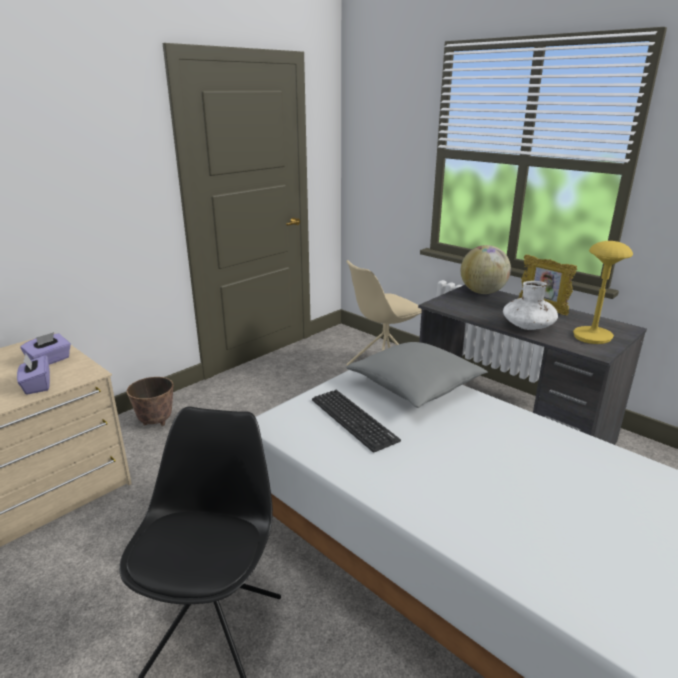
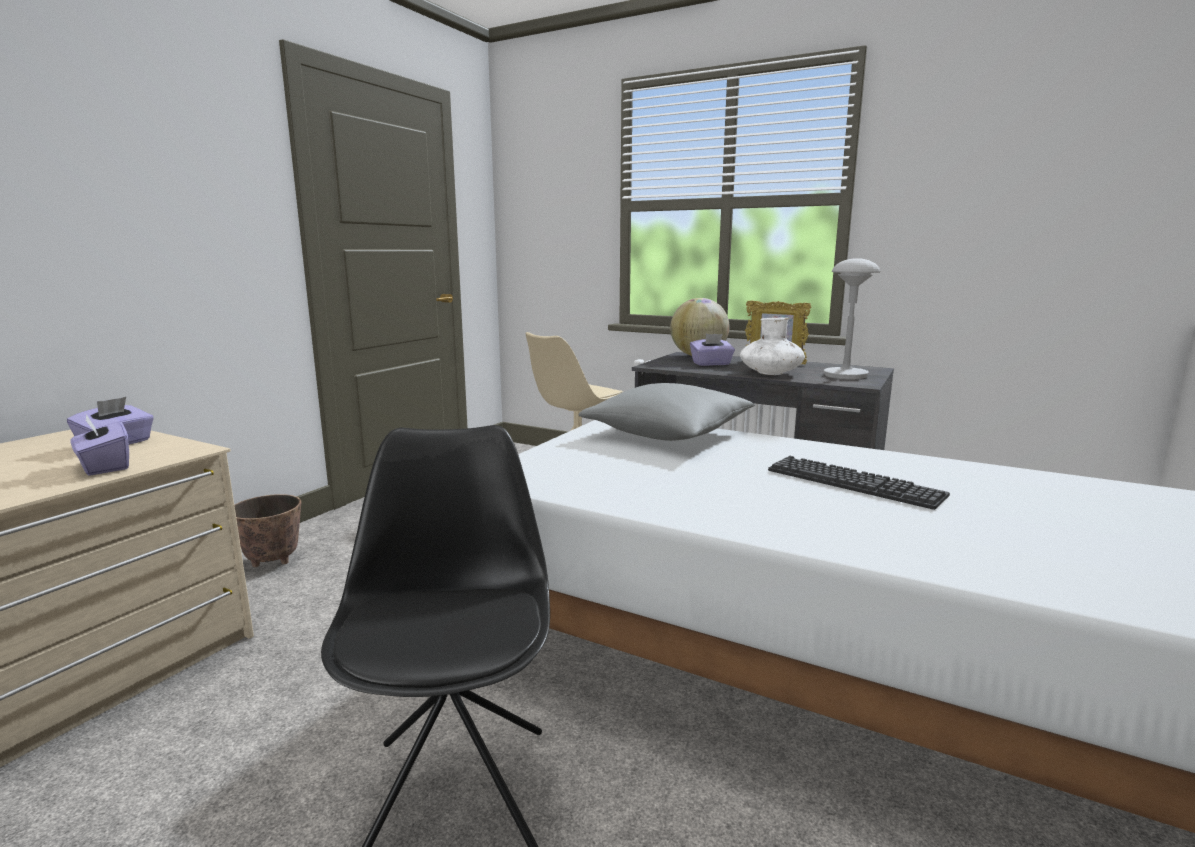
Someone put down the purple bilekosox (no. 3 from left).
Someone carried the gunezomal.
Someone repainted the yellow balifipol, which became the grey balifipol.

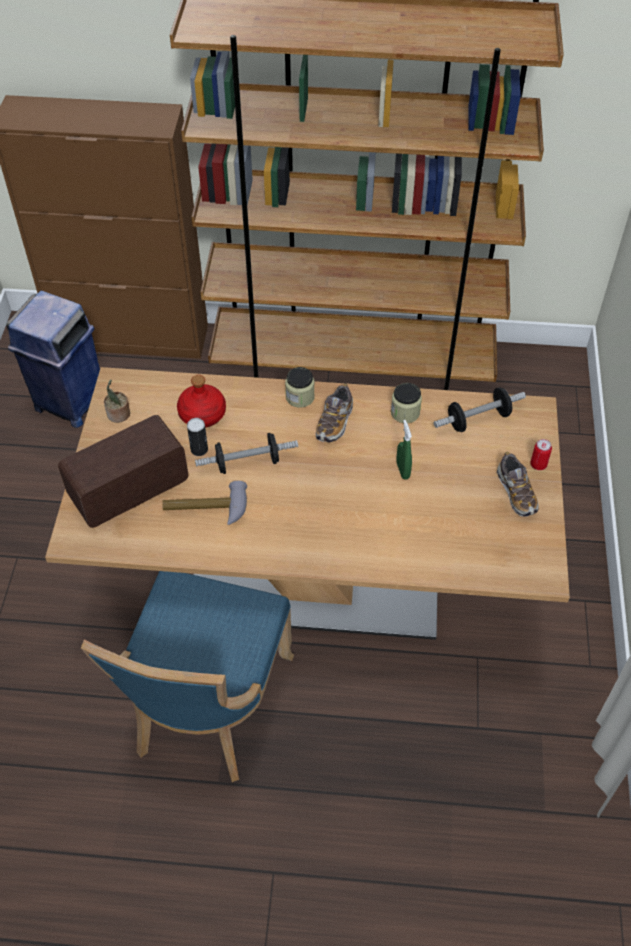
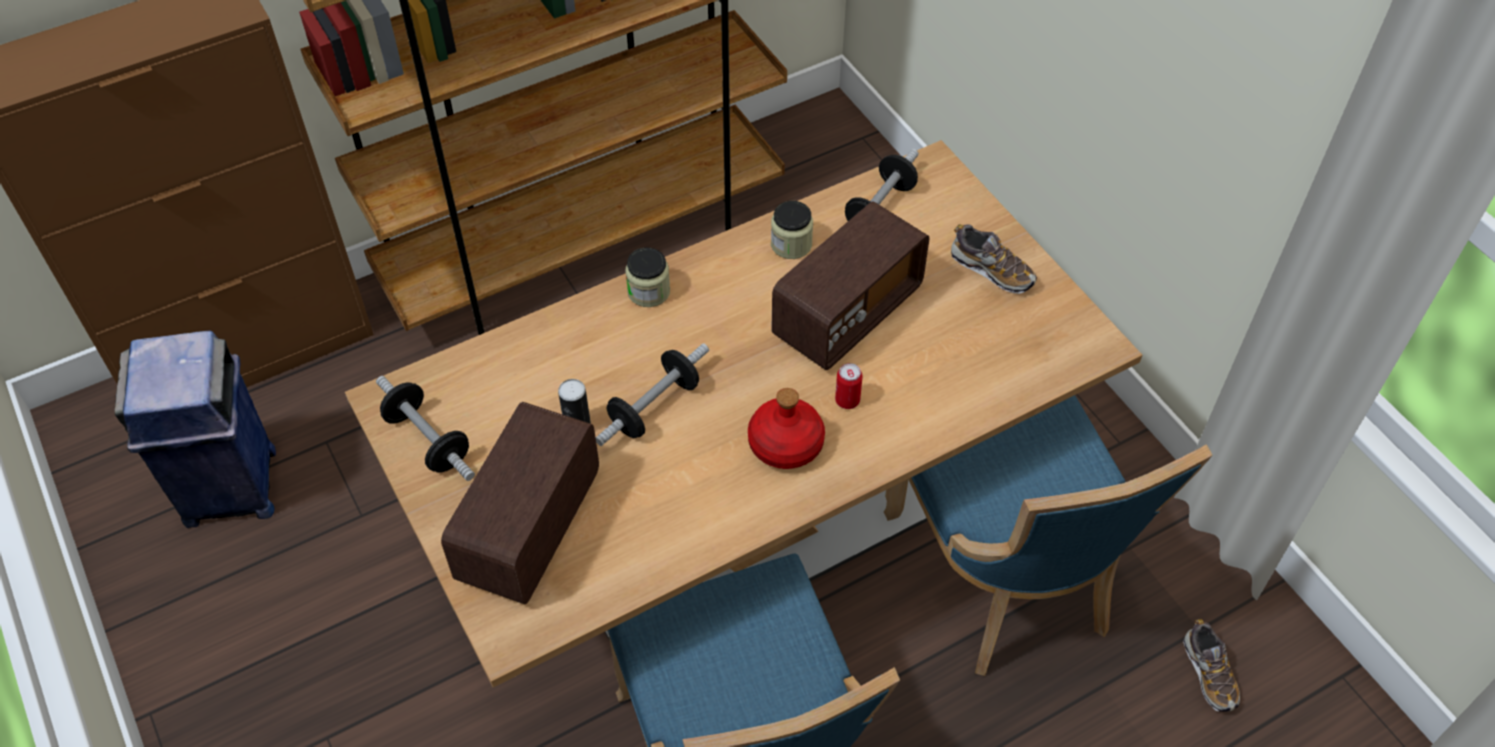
Someone swapped the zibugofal for the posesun (no. 1 from left).
Someone carried the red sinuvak.
Someone swapped the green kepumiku for the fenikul (no. 2 from left).
Someone carried the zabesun (no. 2 from left).
Someone put down the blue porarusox (no. 2 from left).
Someone carried the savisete (no. 1 from left in the first image).
Someone took away the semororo.

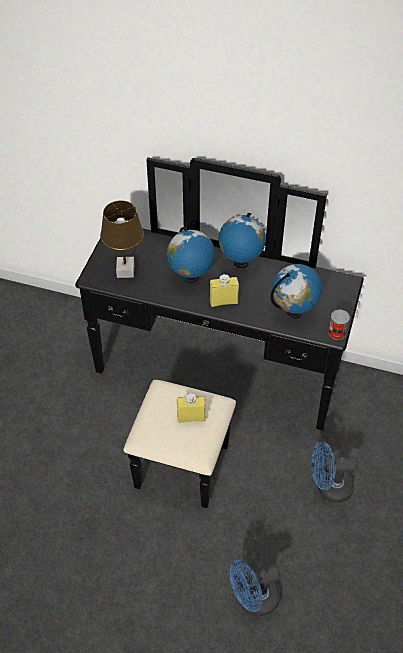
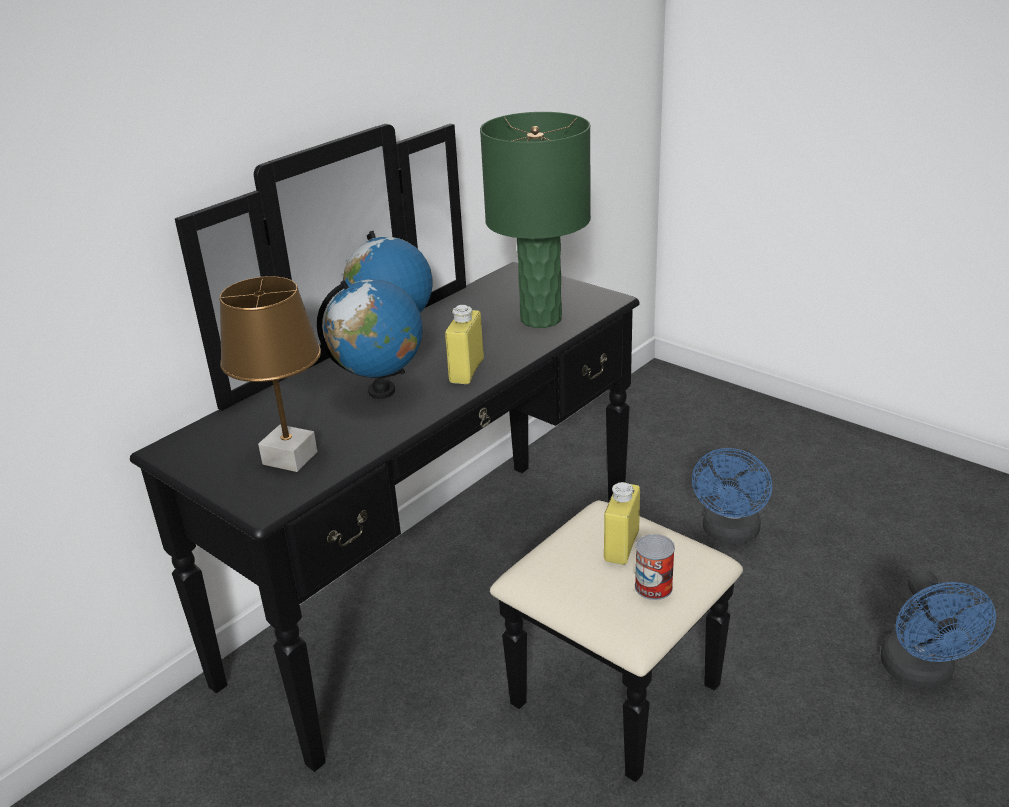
Someone swapped the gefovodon (no. 3 from left) for the green balifipol.
Someone carried the zabesun.

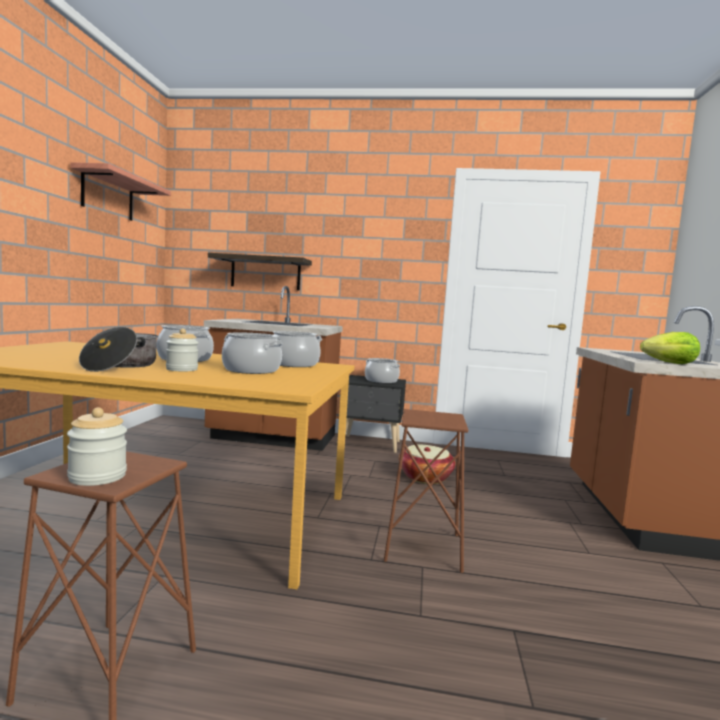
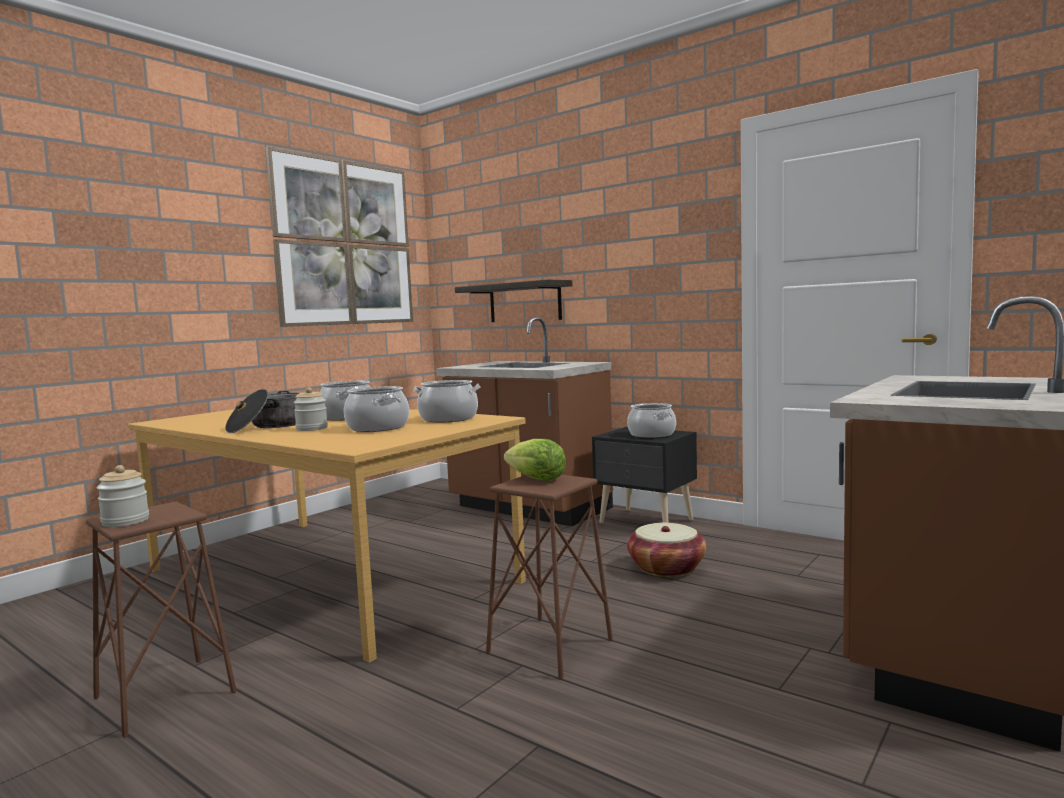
Someone swapped the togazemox (no. 1 from left) for the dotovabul.
Someone carried the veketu.

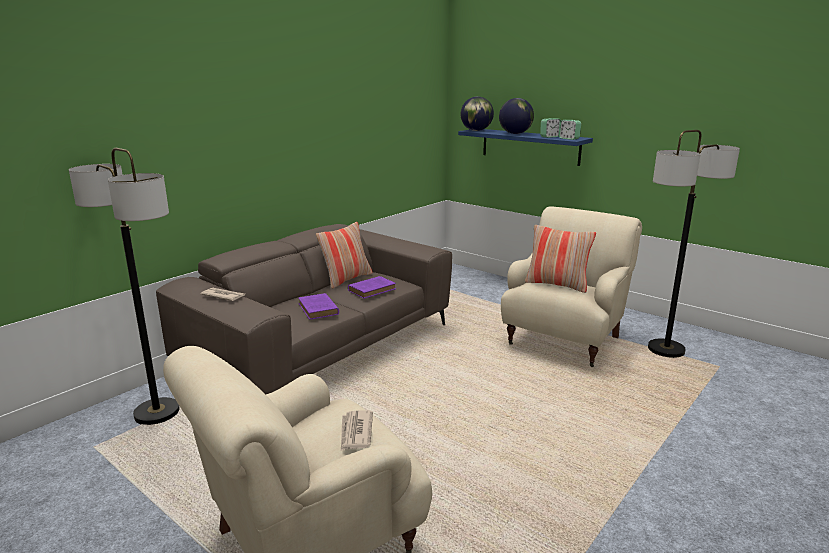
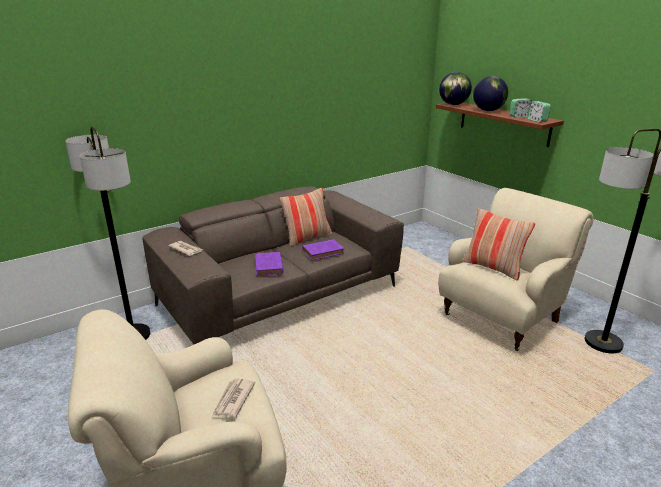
Someone repainted the blue togazemox, which became the brown togazemox.

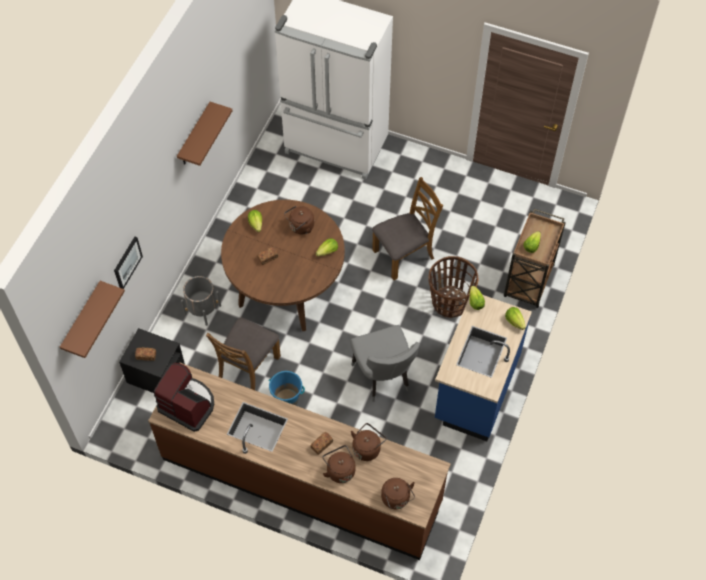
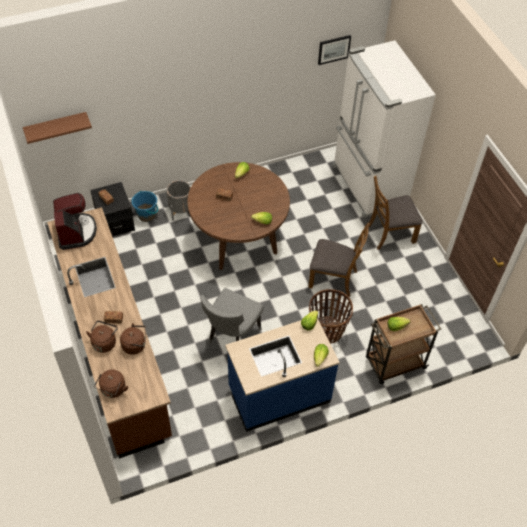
Someone carried the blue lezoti.
Someone carried the dotovabul.
Someone carried the brown porarusox (no. 1 from left in the first image).
Someone took away the brown togazemox (no. 2 from left).
Someone took away the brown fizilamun (no. 1 from left).

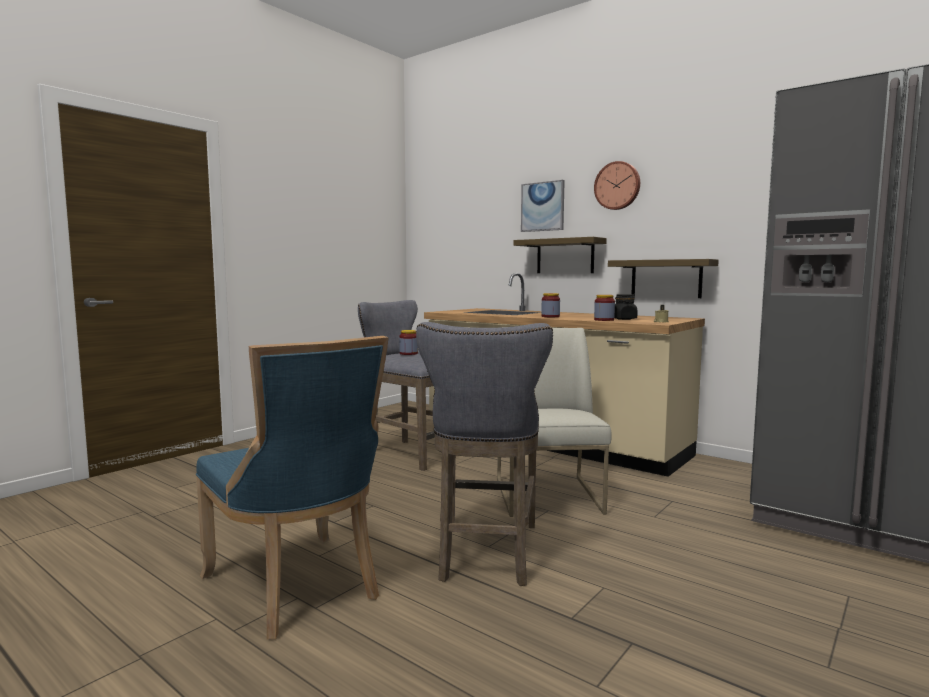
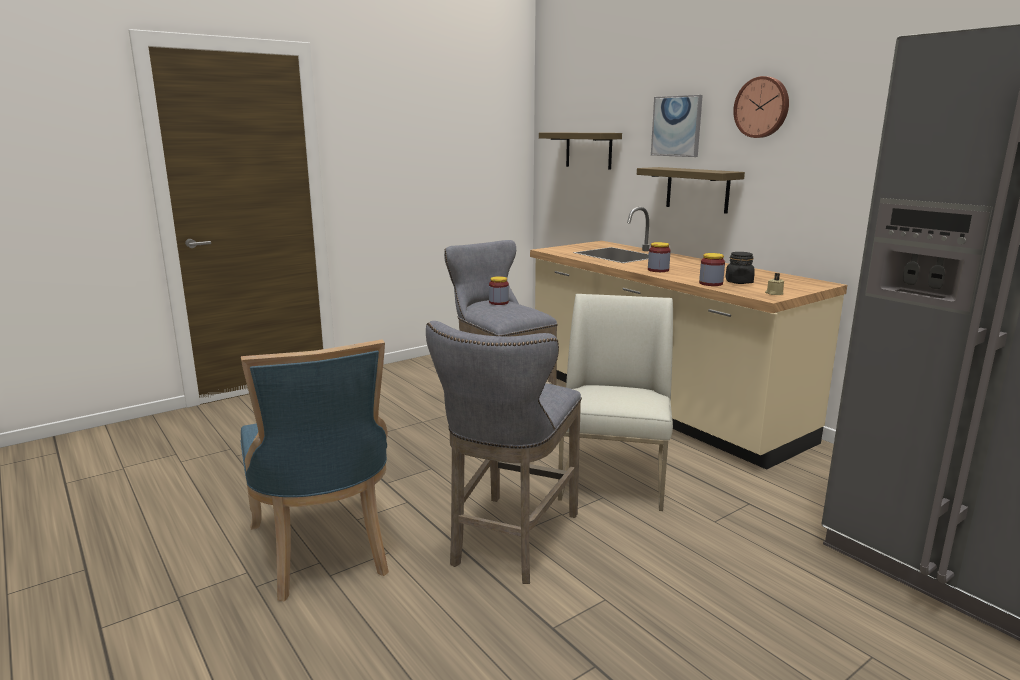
Someone carried the togazemox (no. 2 from left in the first image).

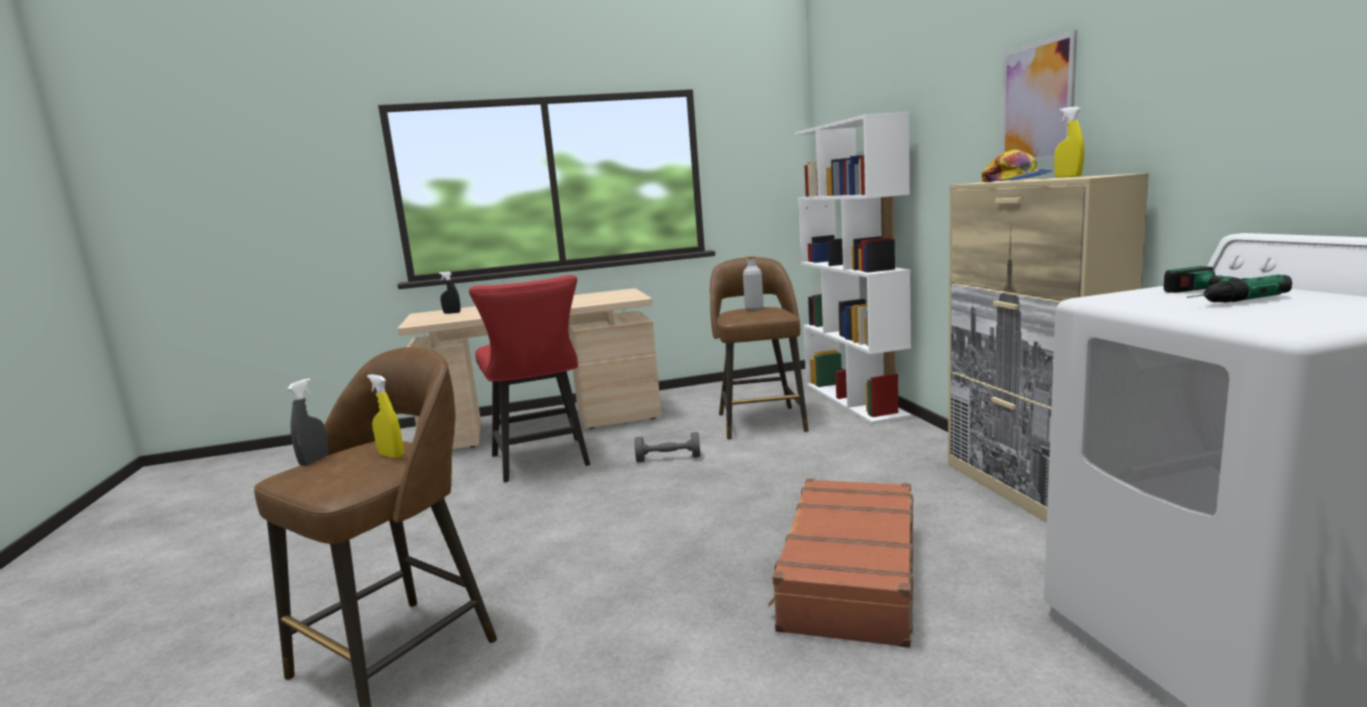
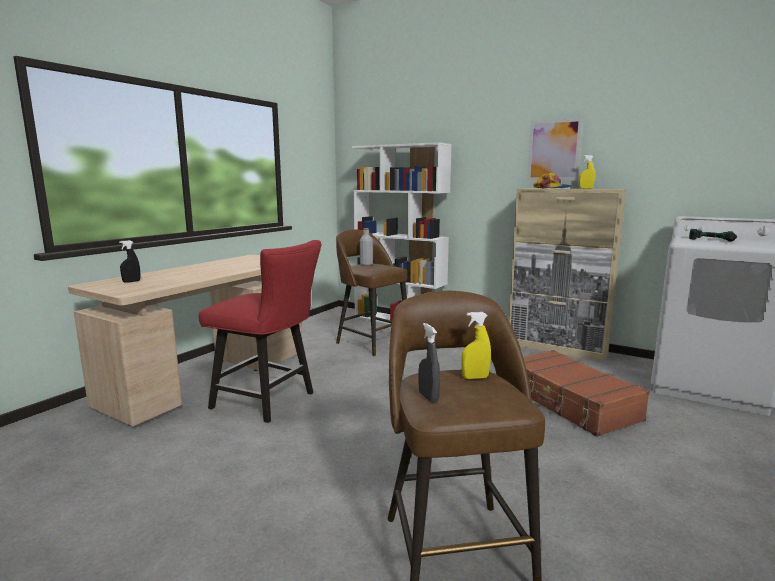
Someone took away the grey posesun.

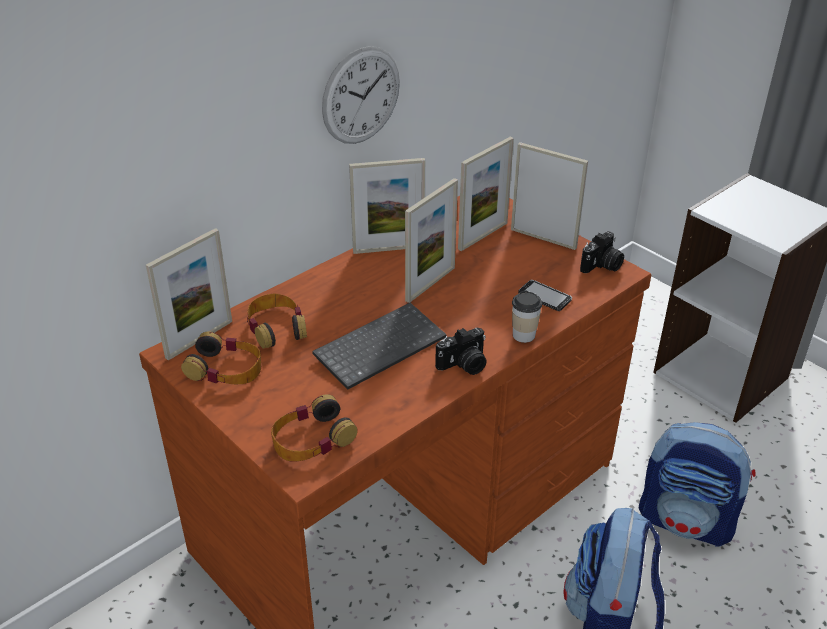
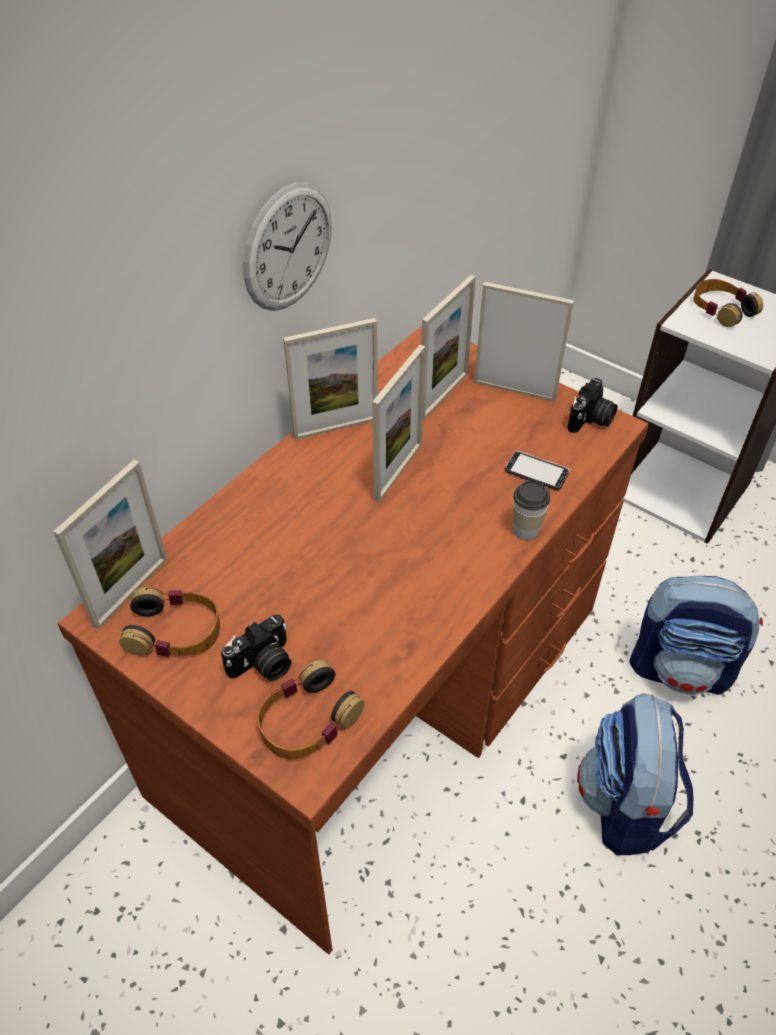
Someone carried the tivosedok (no. 1 from left).
Someone carried the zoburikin (no. 2 from left in the first image).
Someone took away the gunezomal.

